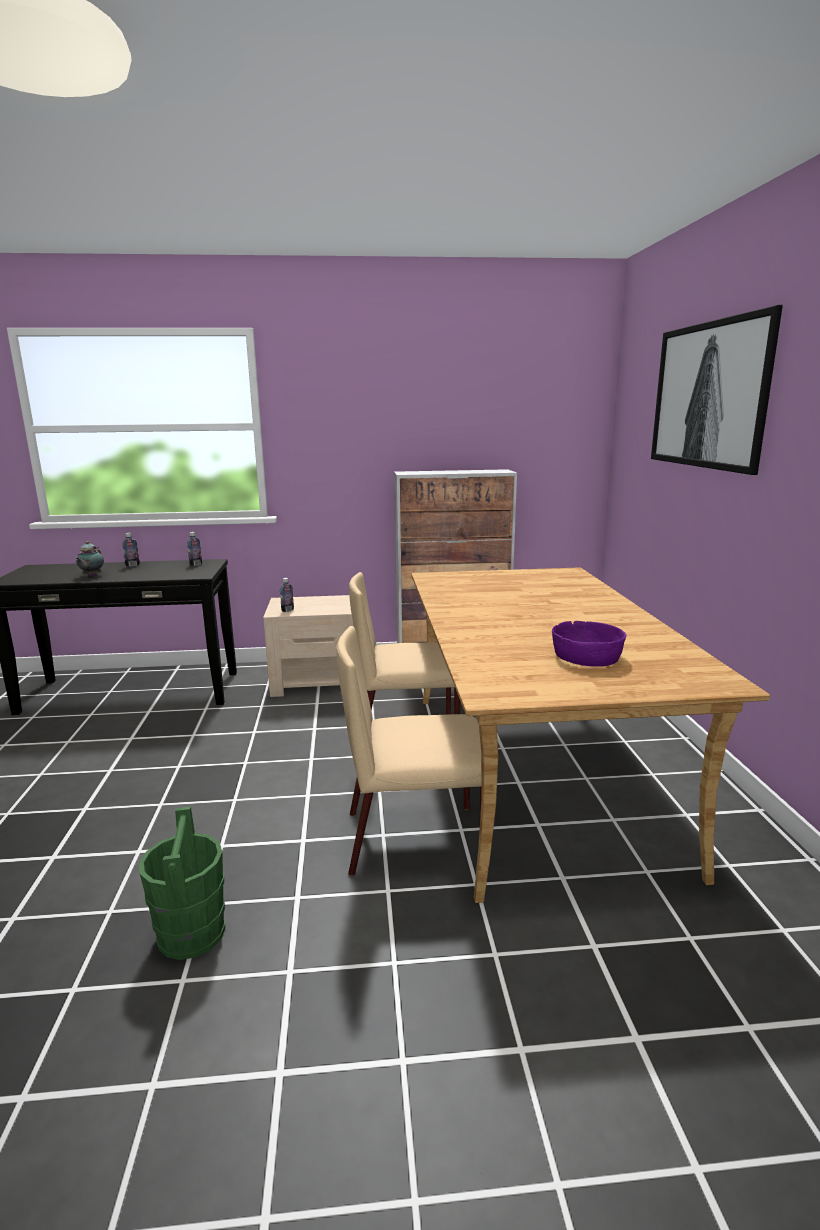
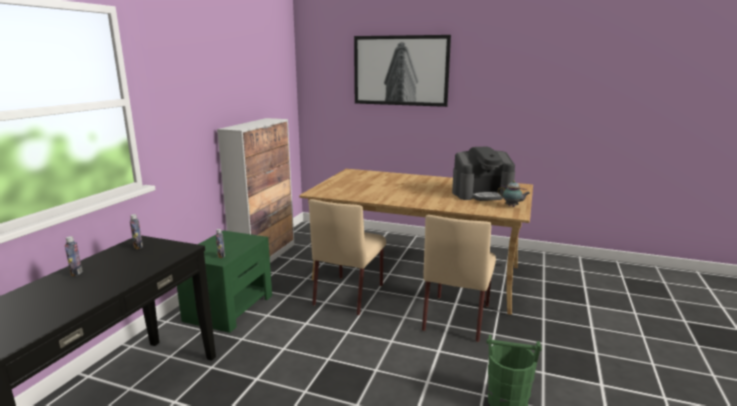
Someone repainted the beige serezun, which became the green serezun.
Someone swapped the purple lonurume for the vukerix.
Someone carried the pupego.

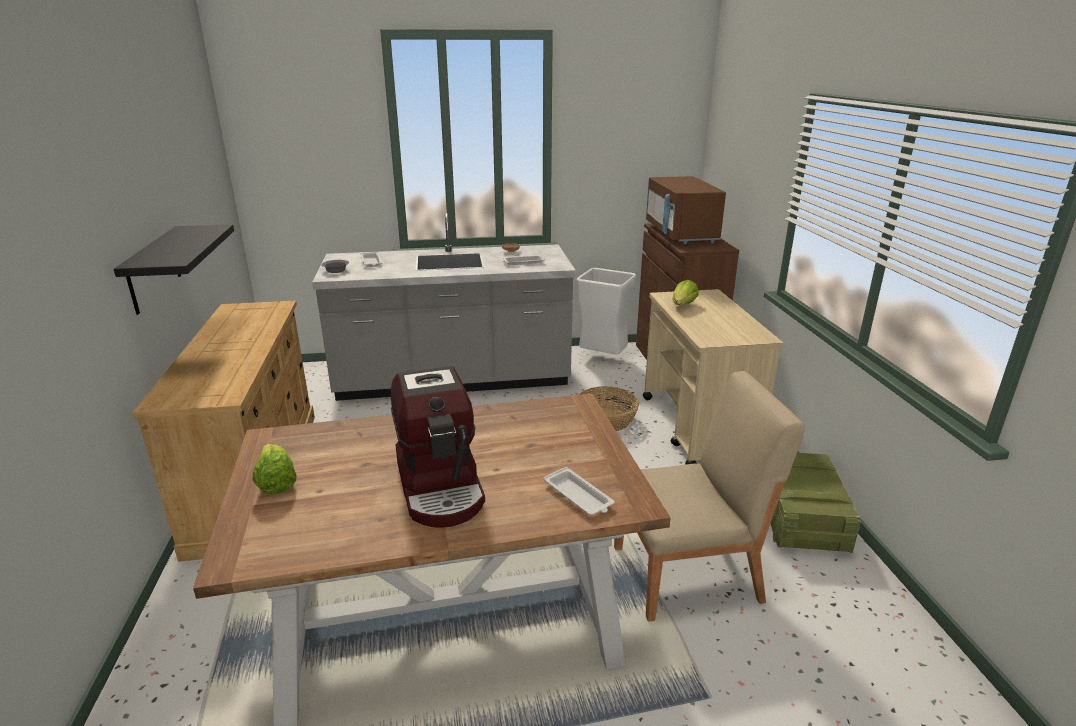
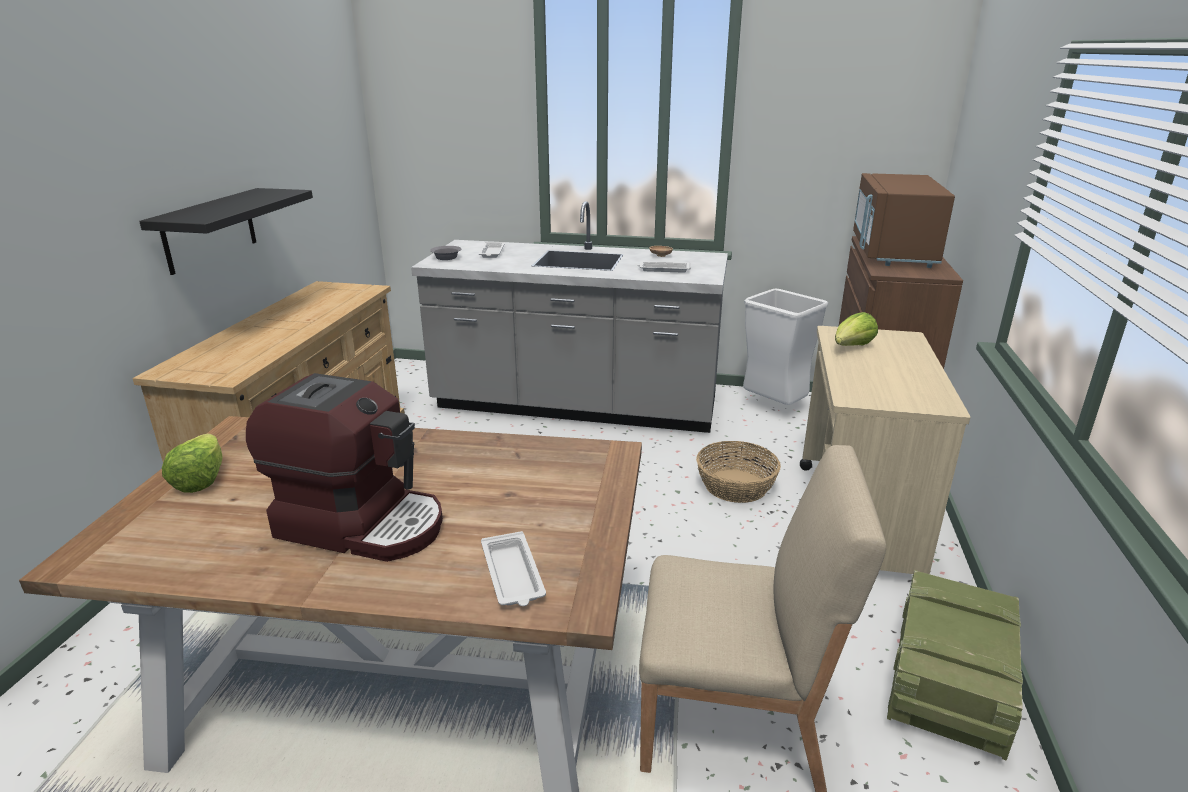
Someone rotated the vukerix by 75 degrees counterclockwise.

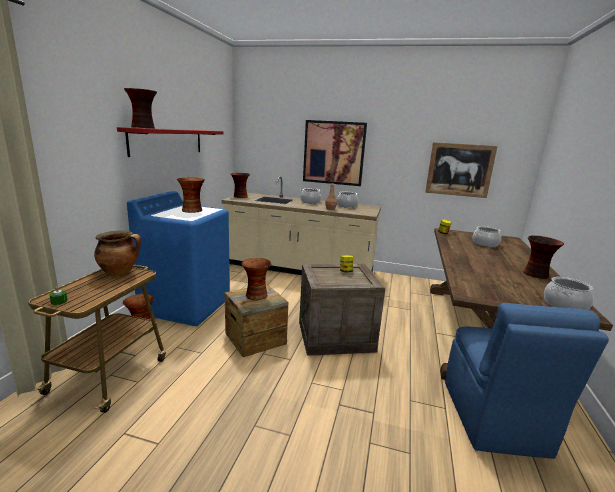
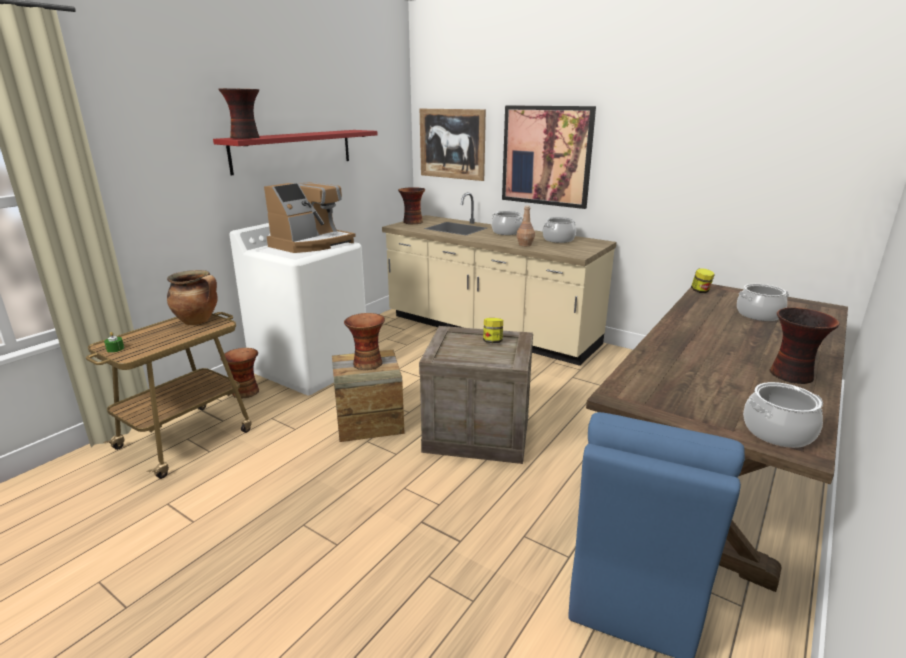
Someone repainted the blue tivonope, which became the white tivonope.
Someone swapped the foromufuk (no. 3 from left) for the vukerix.
Someone carried the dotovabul (no. 2 from left in the first image).

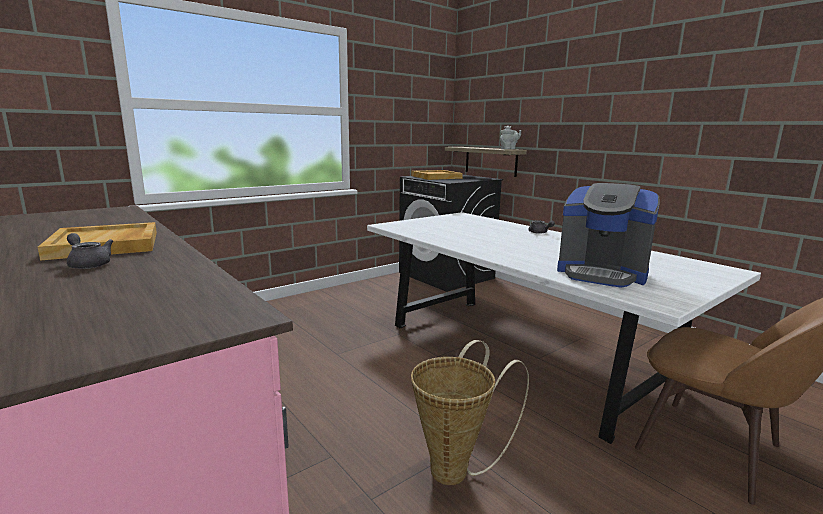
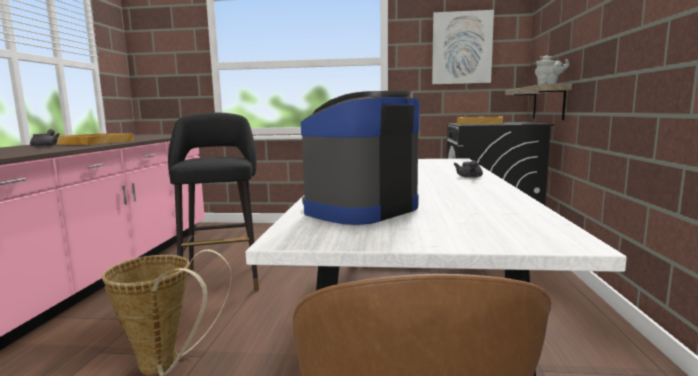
Someone put down the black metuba.
Someone rotated the vukerix by 60 degrees clockwise.
Someone put up the dotovabul.

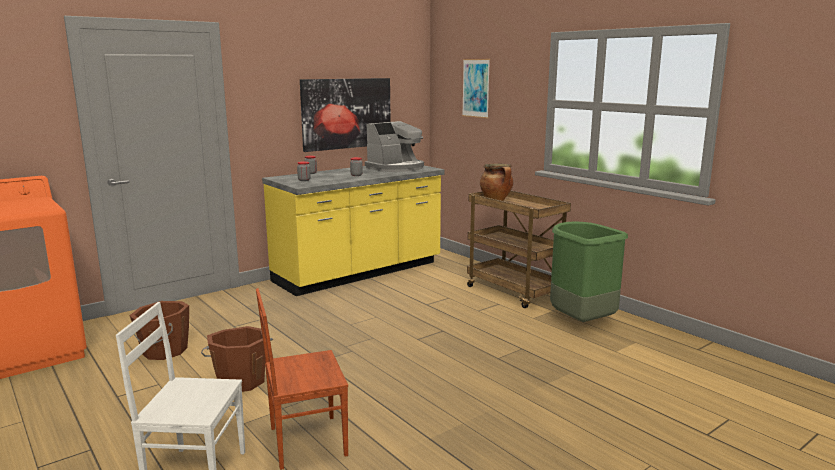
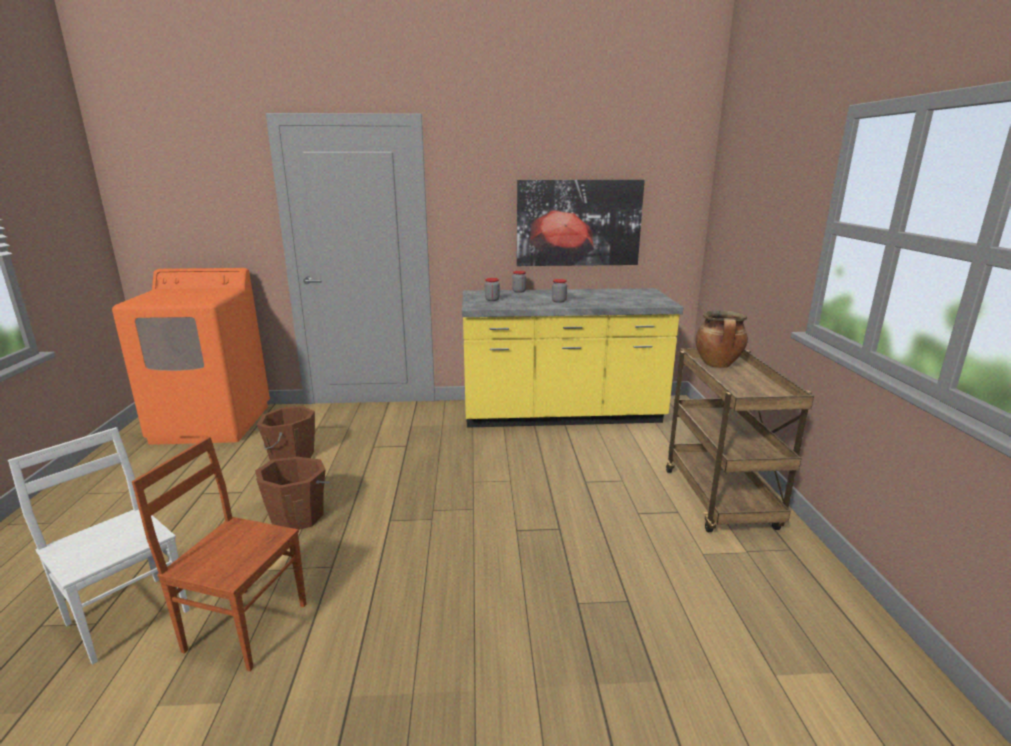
Someone took away the vukerix.
Someone took away the dotovabul (no. 2 from left).
Someone took away the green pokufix.

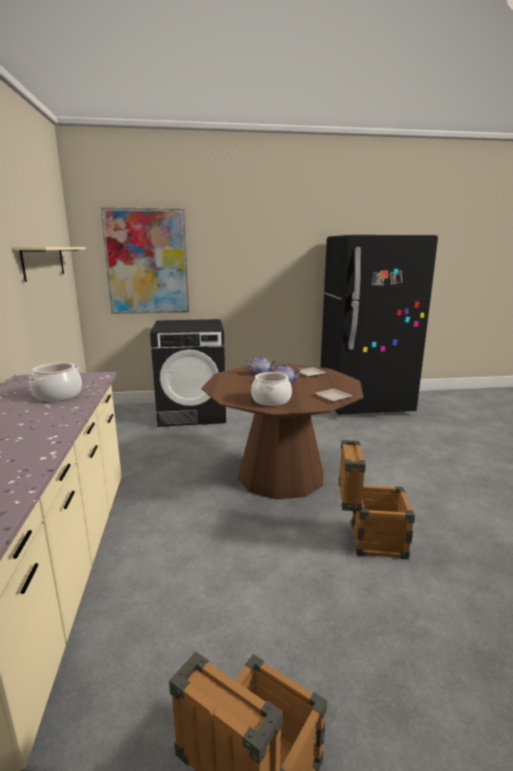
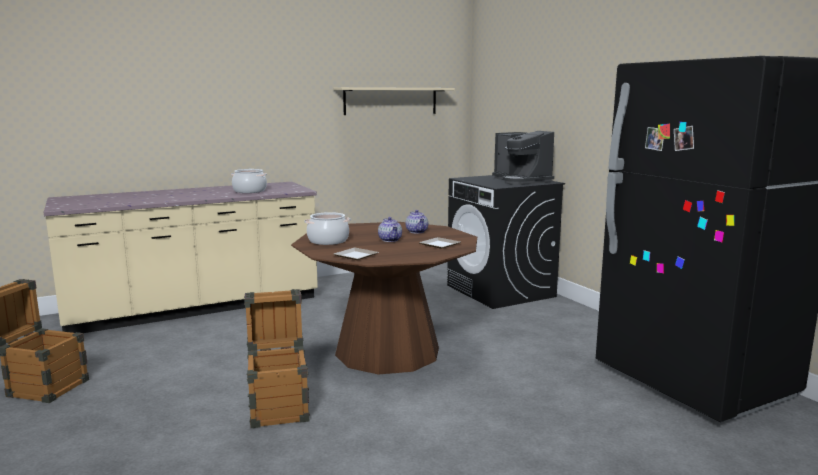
Someone put down the vukerix.
Someone took away the dotovabul.

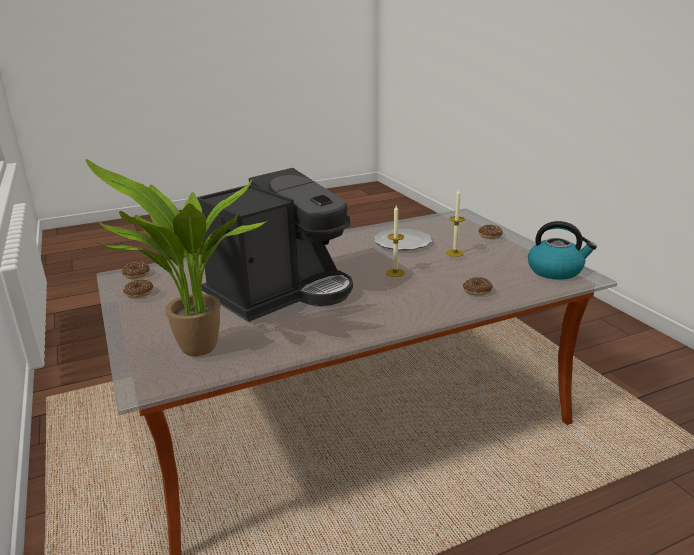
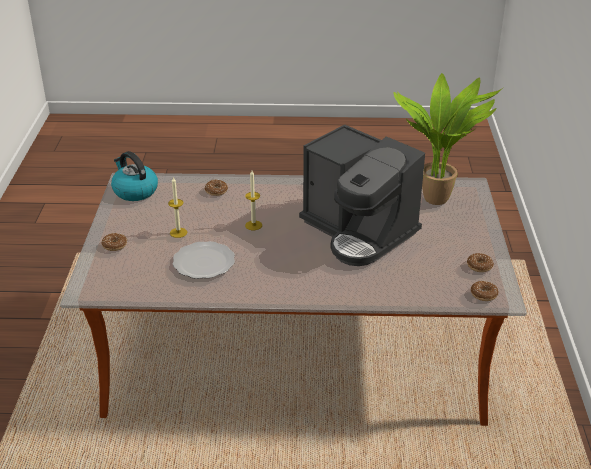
Someone rotated the vukerix by 120 degrees counterclockwise.

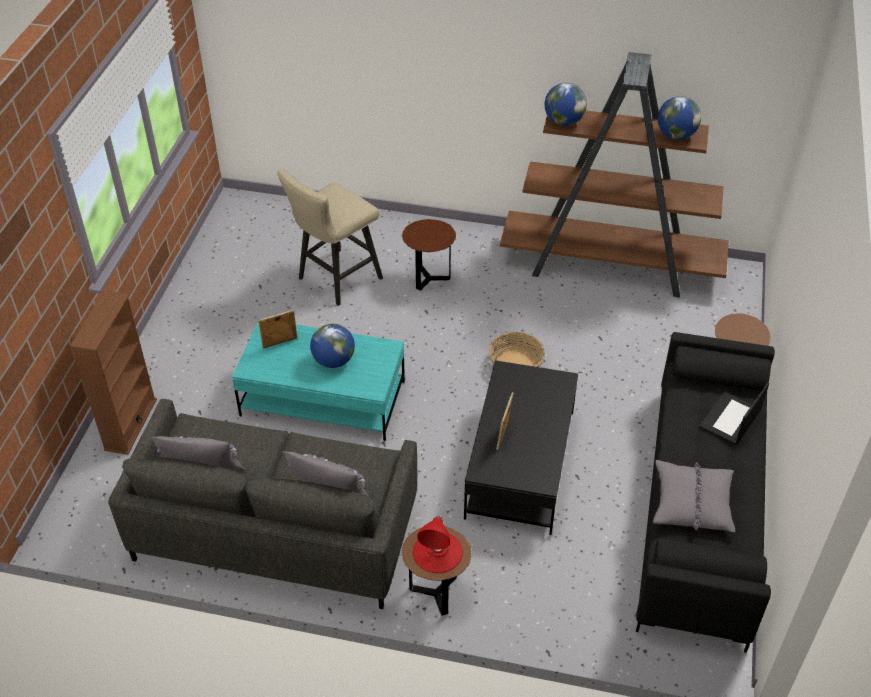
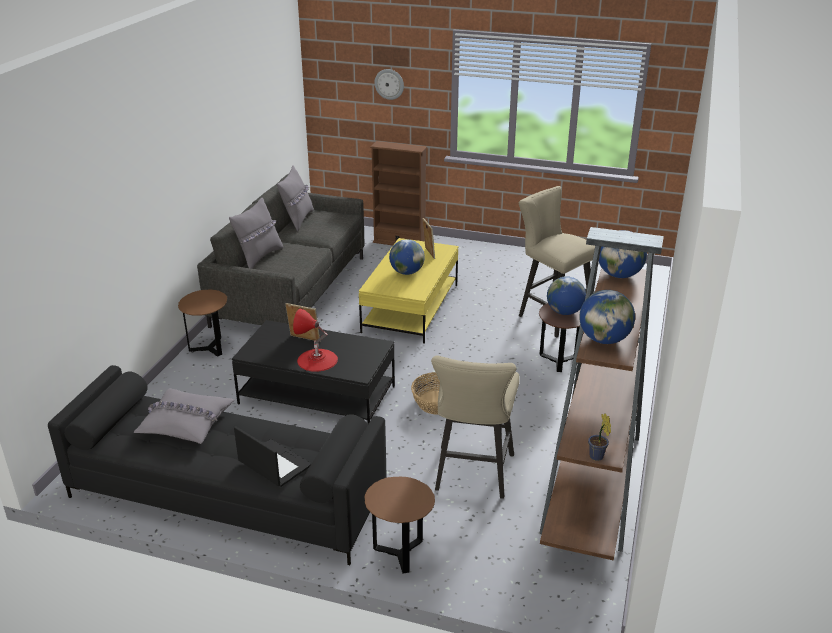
Someone carried the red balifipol.
Someone repainted the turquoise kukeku, which became the yellow kukeku.
Someone put up the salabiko.
Someone put down the beige metuba (no. 1 from left).
Someone put down the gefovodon (no. 2 from left).
Someone put down the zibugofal.

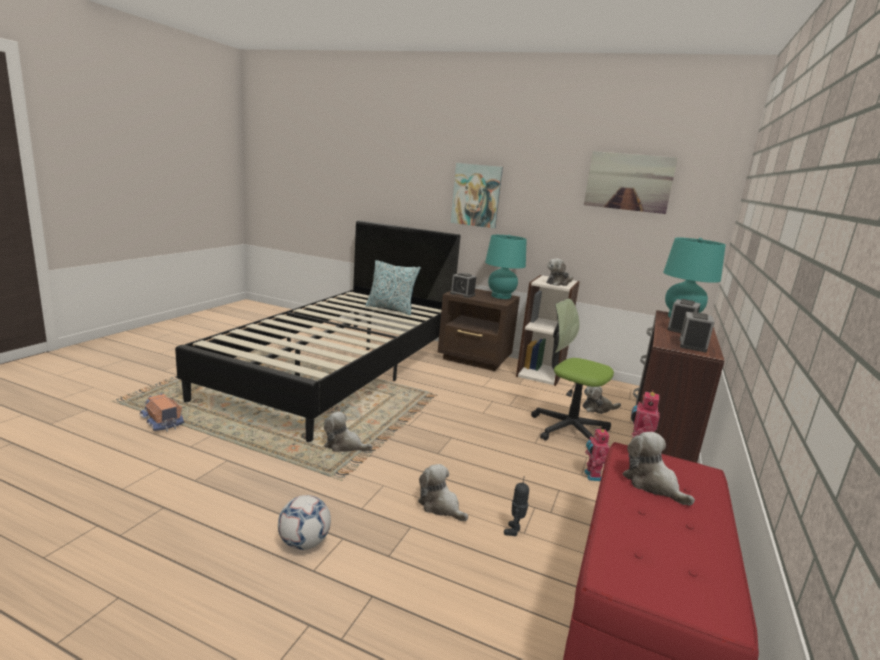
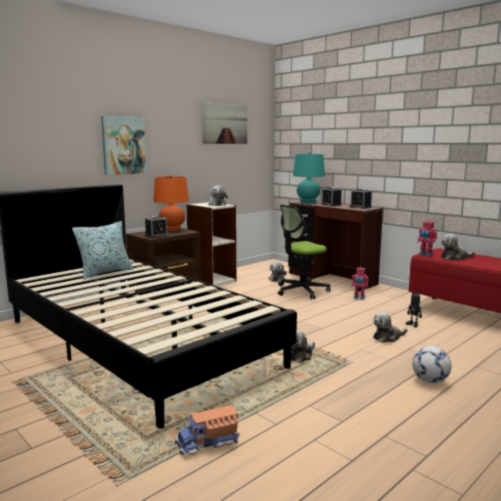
Someone repainted the turquoise balifipol (no. 1 from left), which became the orange balifipol.

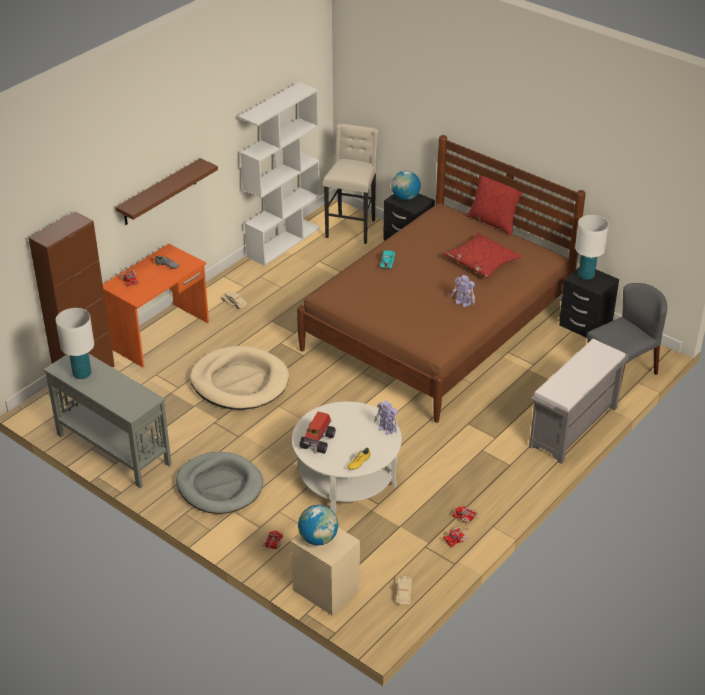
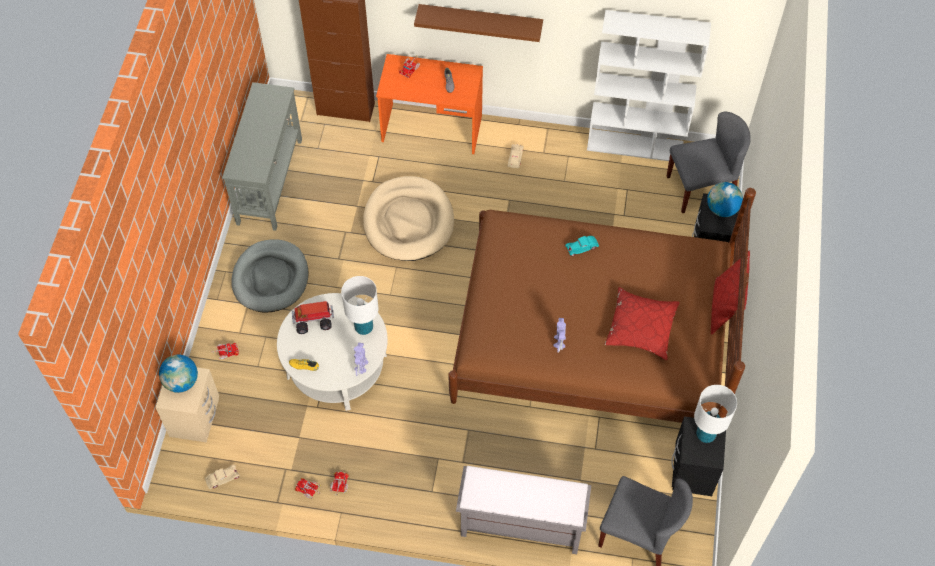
Someone carried the white balifipol (no. 1 from left).
Someone swapped the beige metuba for the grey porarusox (no. 2 from left).

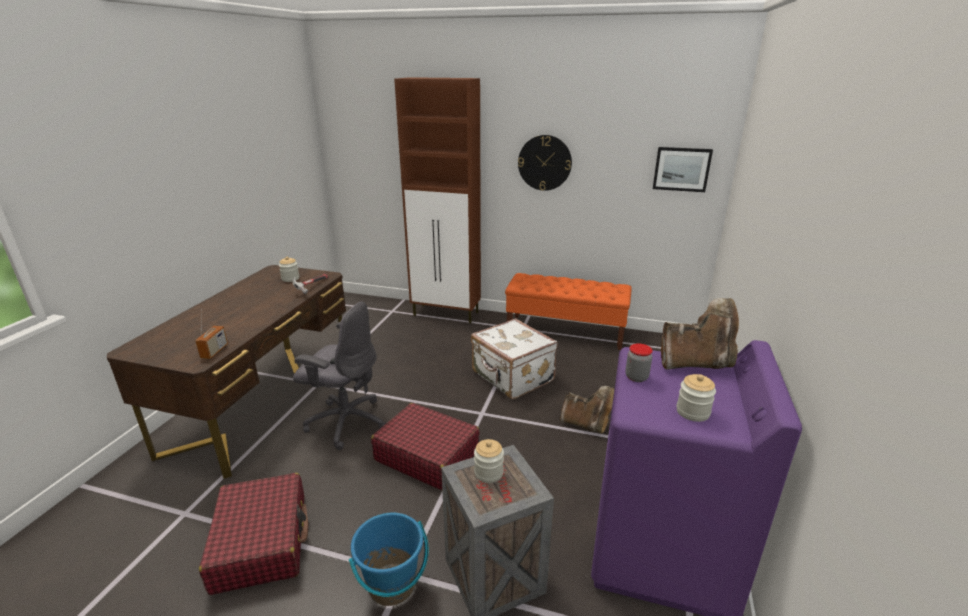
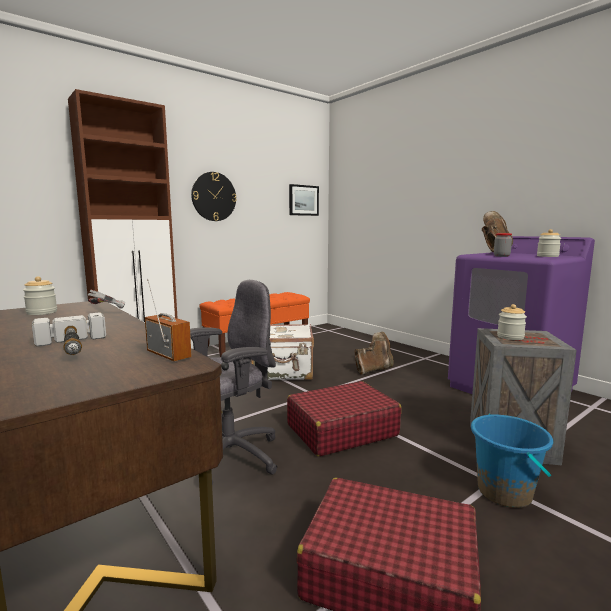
Someone put down the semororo (no. 1 from left).

